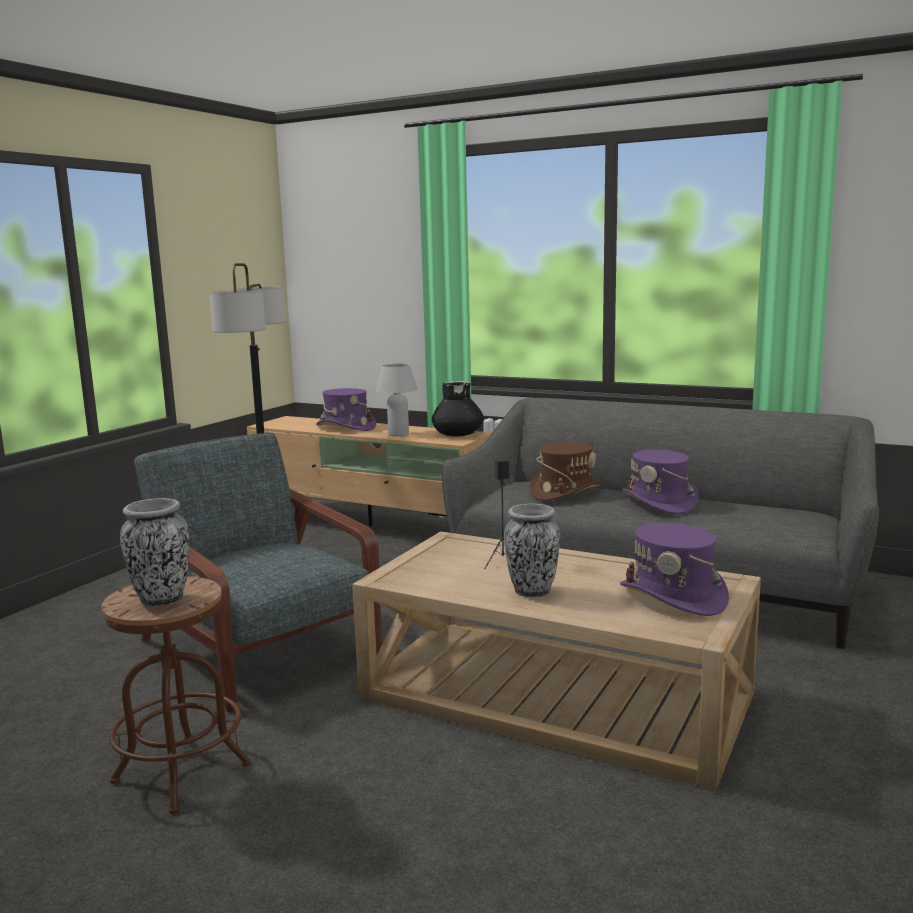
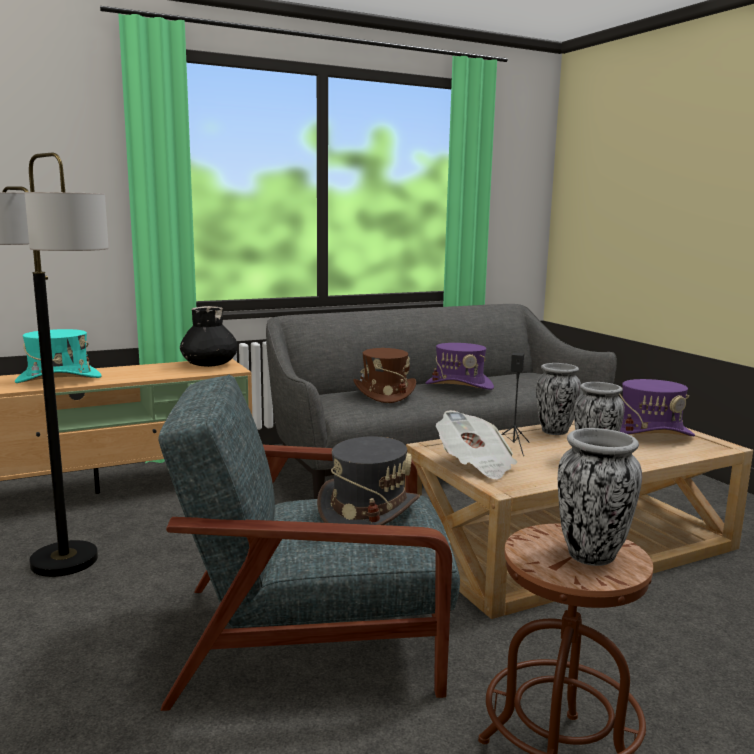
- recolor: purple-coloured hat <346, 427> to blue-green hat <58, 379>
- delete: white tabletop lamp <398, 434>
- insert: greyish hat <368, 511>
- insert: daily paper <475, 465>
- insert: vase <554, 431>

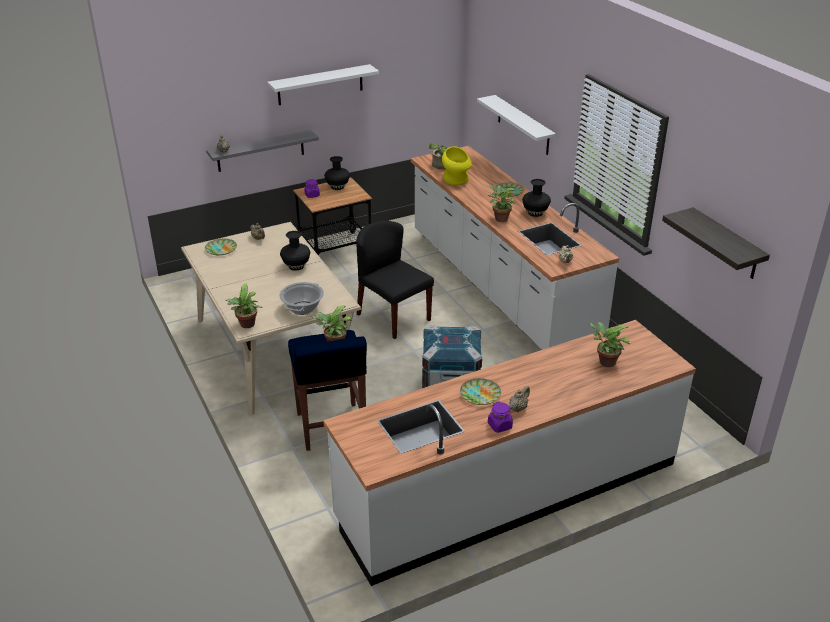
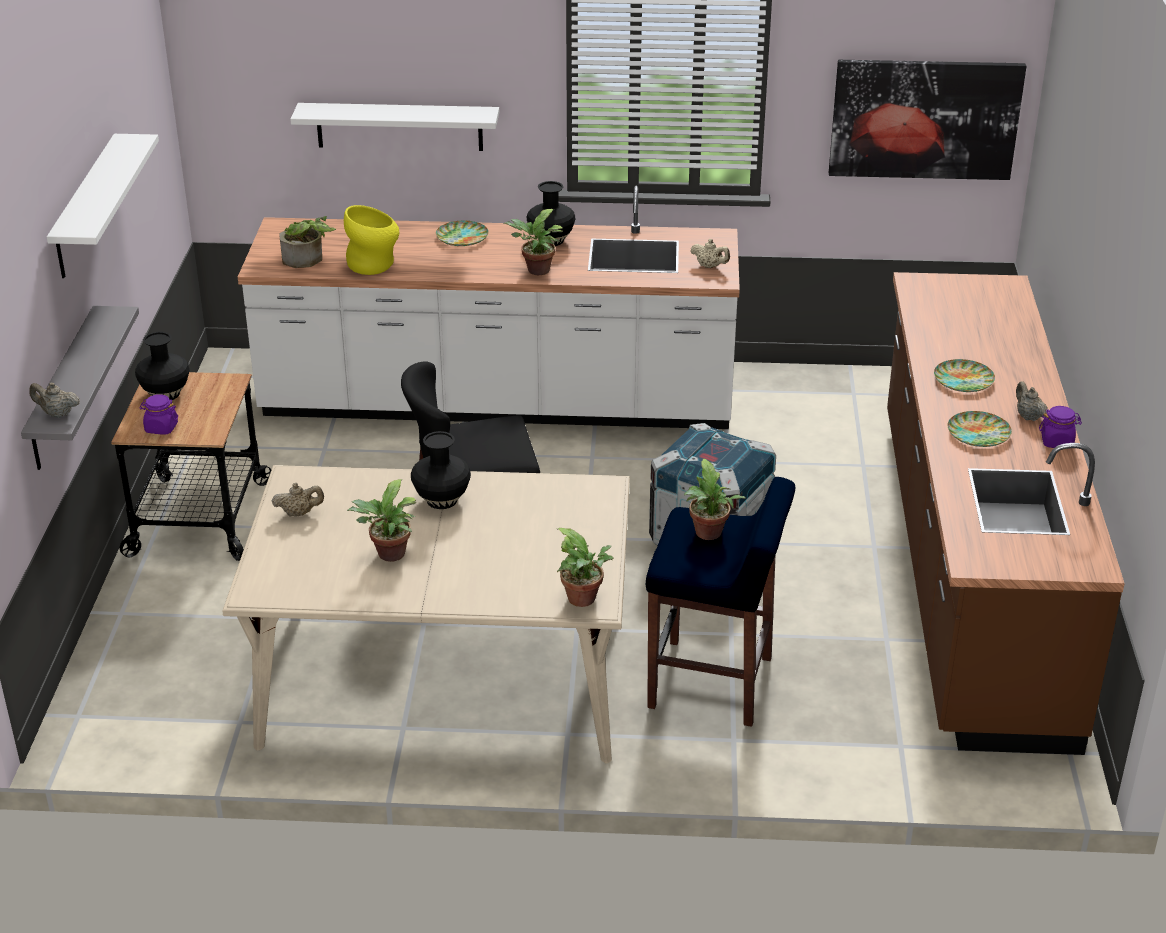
- move: flat dish <221, 249> to <963, 380>
- delete: stockpot <302, 308>
- recolor: white kitchen base unit <508, 491> to brownish kitchen base unit <969, 570>
- move: potted plant <605, 362> to <389, 555>
- replace: bracket shelf <726, 244> to picture <924, 119>

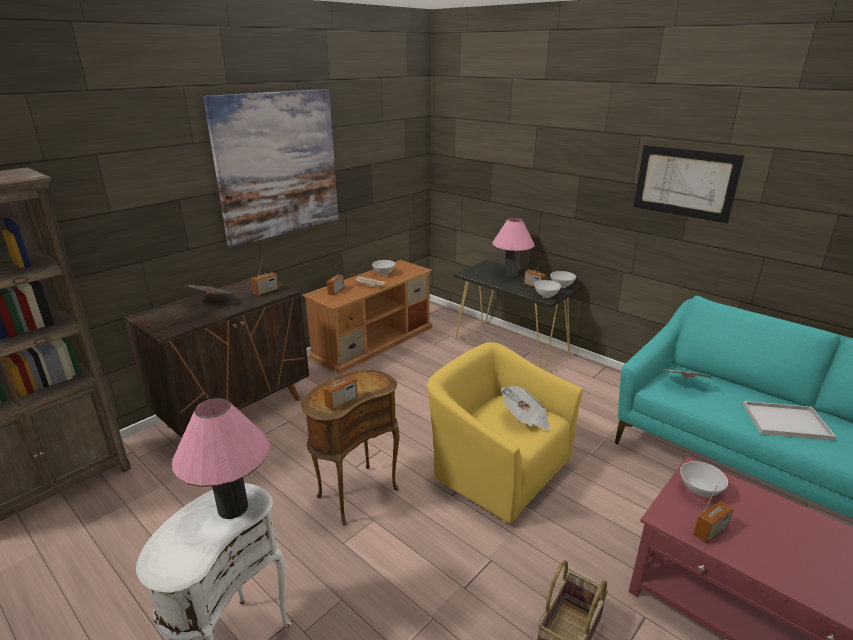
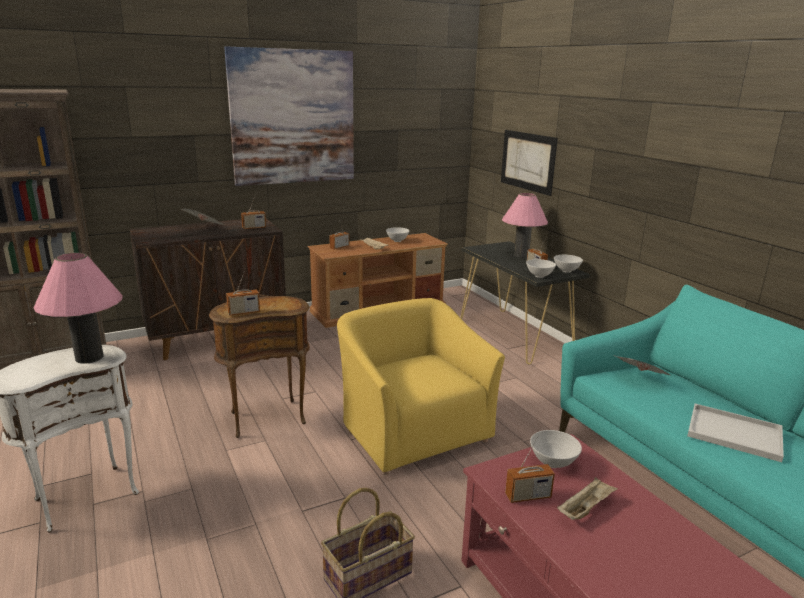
- delete: daily paper <525, 419>
- move: picture <685, 183> to <527, 161>
- insert: beige tray <585, 508>

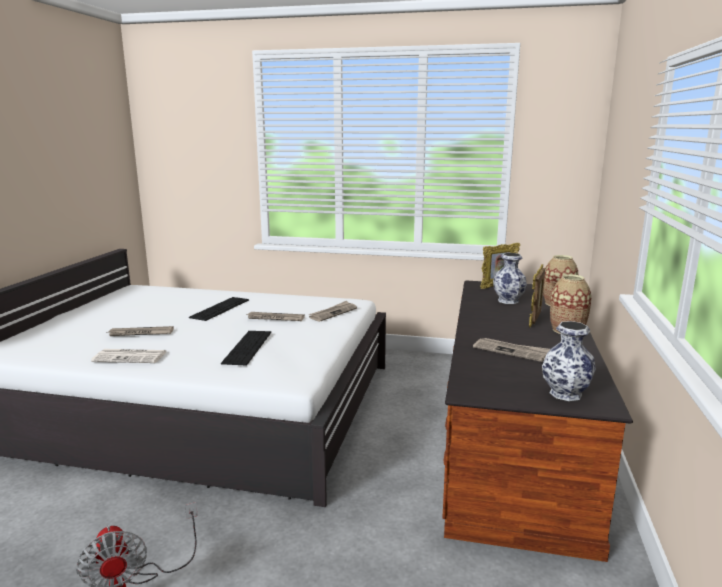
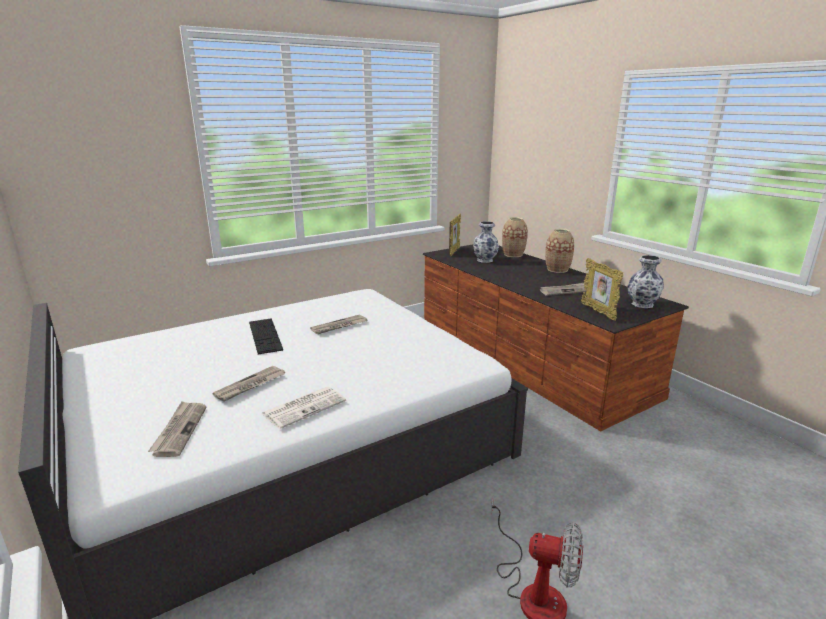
- delete: computer keyboard <247, 347>
- move: daily paper <333, 313> to <179, 430>
- move: photo frame <535, 320> to <598, 312>

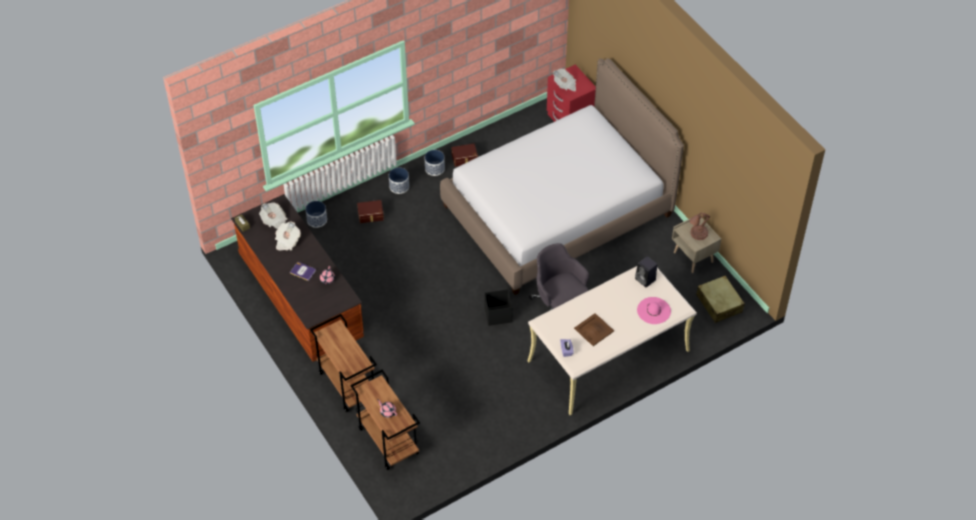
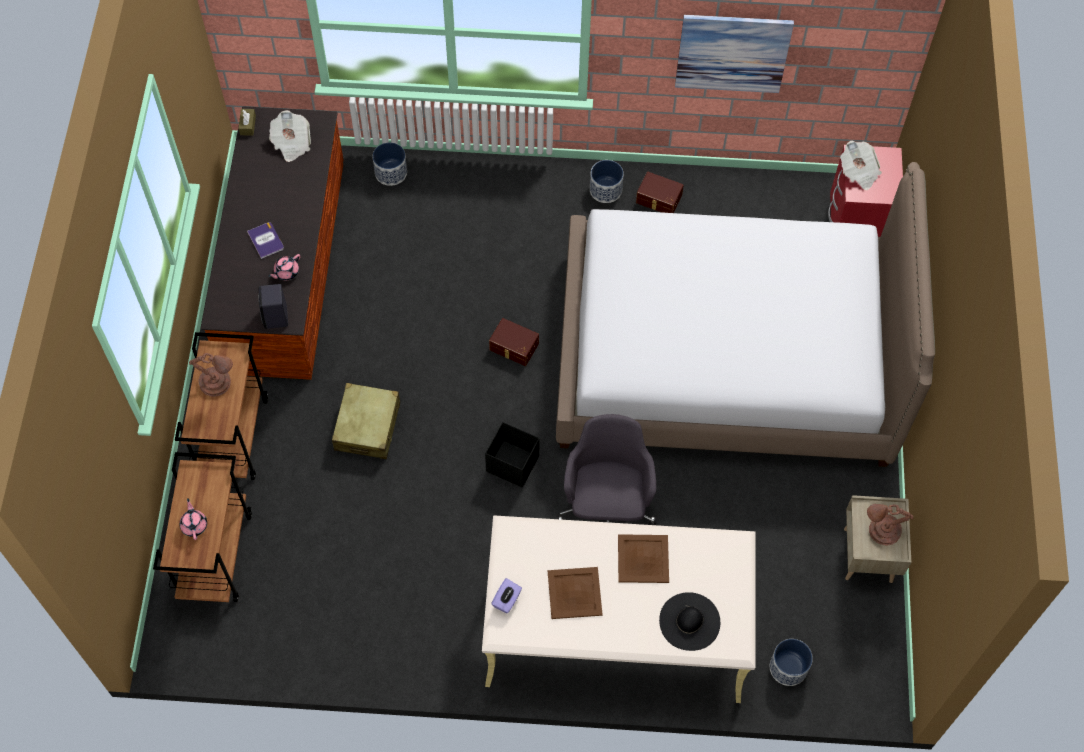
- delete: daily paper <287, 241>
- move: brownish storage container <371, 215> to <513, 347>
- move: flower pot <399, 186> to <788, 668>
- move: blackish loudspeaker <646, 280> to <276, 318>
- recolor: pink-coloured hat <654, 310> to blackish hat <689, 621>
- move: beige travel case <719, 303> to <367, 426>
- insert: brownish tabletop lamp <218, 383>
- insert: brownish tray <643, 558>
- insert: picture <732, 52>

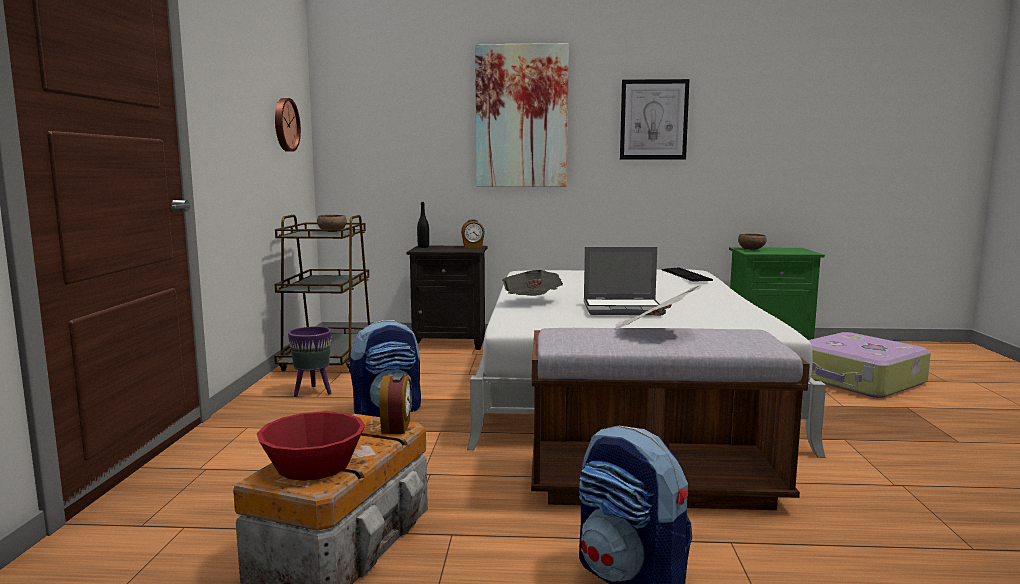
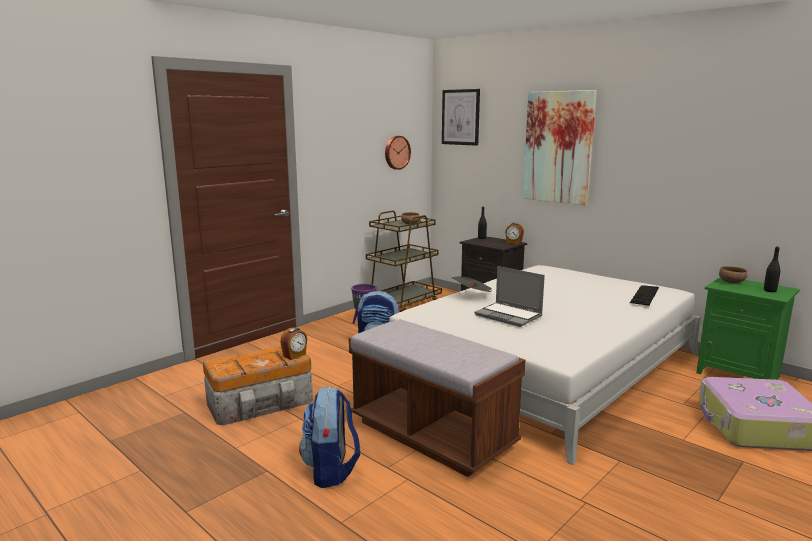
- delete: red-coloured bowl <313, 465>
- delete: daily paper <652, 332>
- move: picture <653, 120> to <460, 117>
- insert: blackish bottle <770, 290>

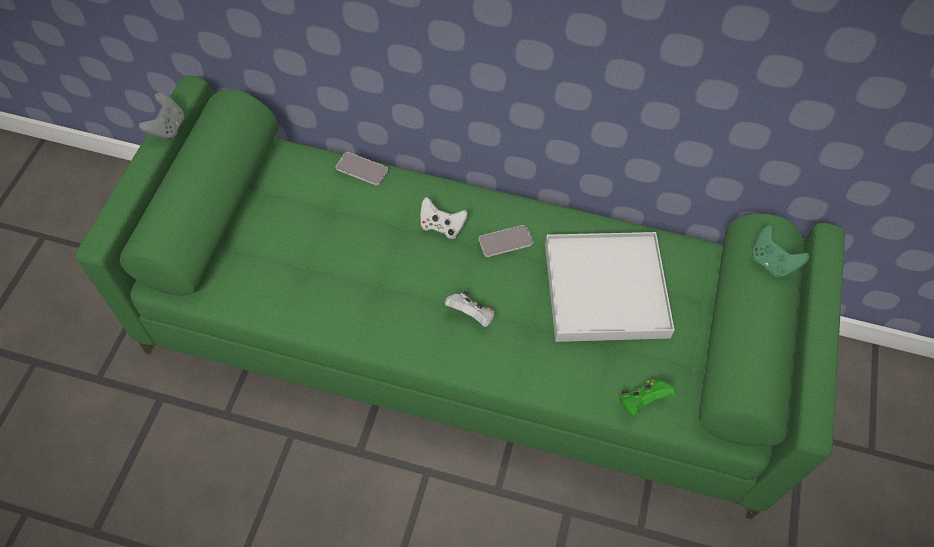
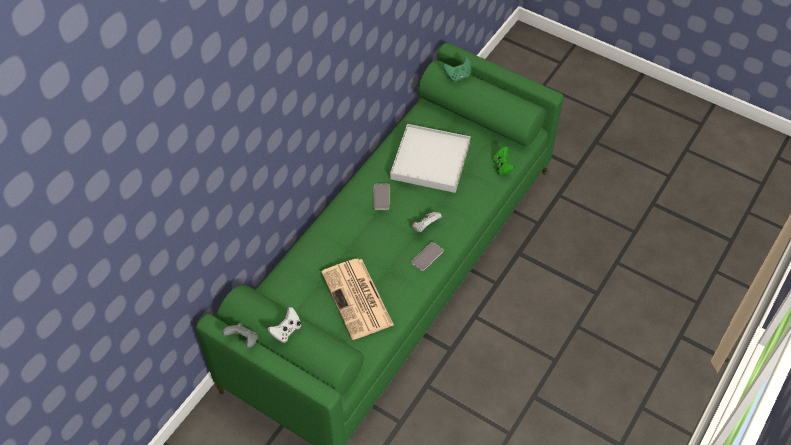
- move: phone <362, 169> to <427, 257>
- move: white game controller <442, 226> to <286, 330>
- insert: daily paper <358, 299>

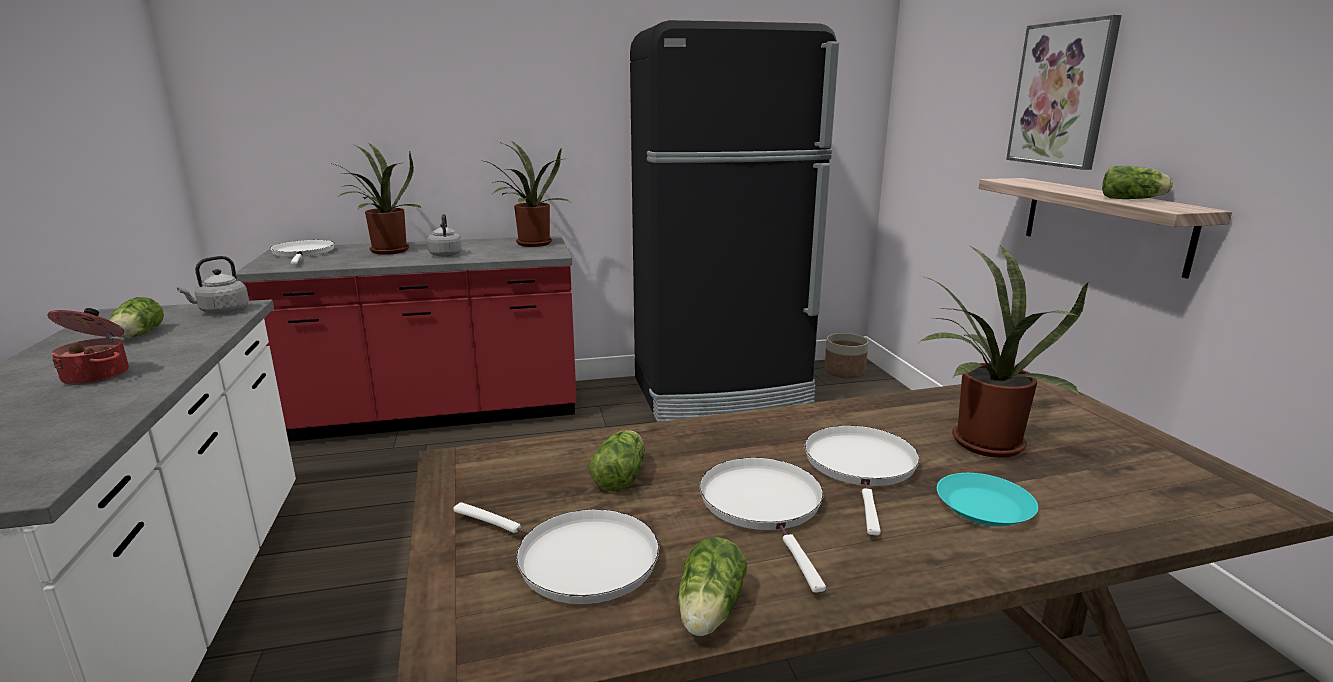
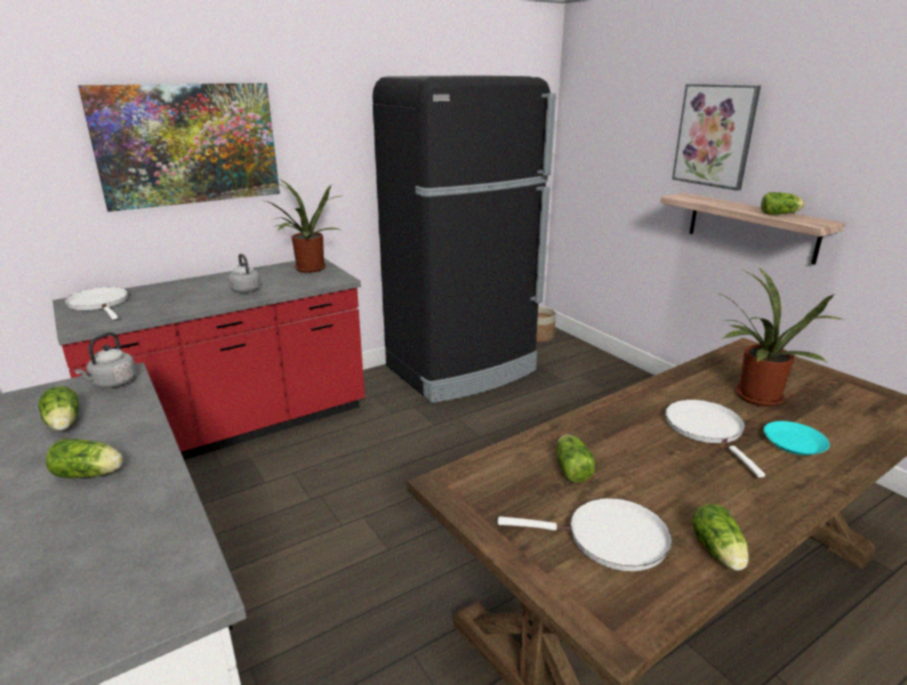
- replace: stockpot <98, 375> to head of lettuce <91, 474>
- delete: potted plant <385, 252>
- delete: white skillet <764, 506>
- insert: picture <188, 144>

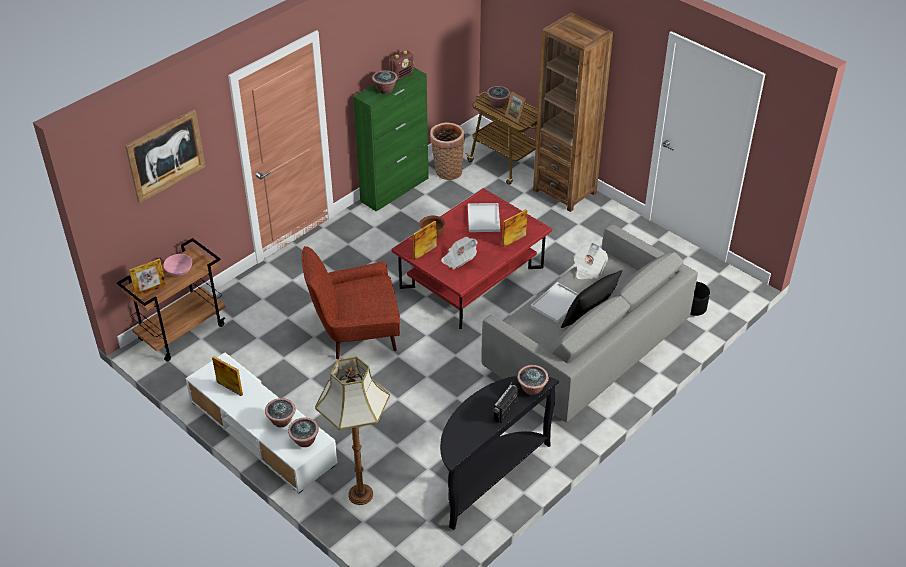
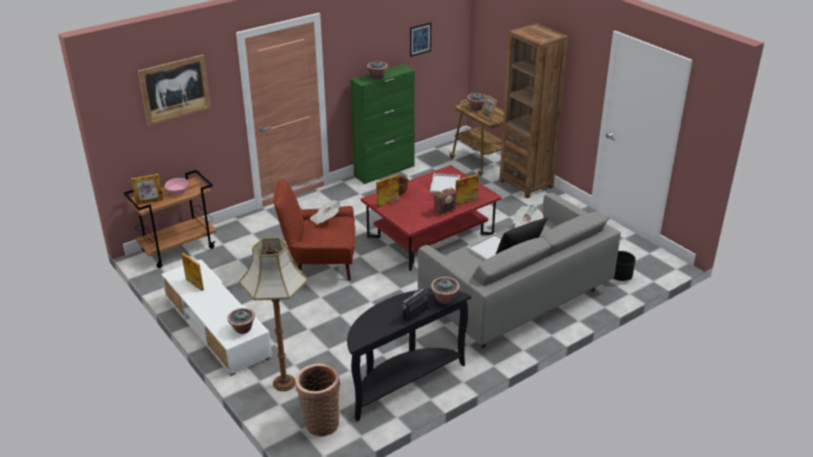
- delete: potted plant <282, 421>
- move: radio <402, 75> to <445, 210>
- move: basket <447, 171> to <320, 422>
- move: daily paper <459, 260> to <325, 219>
- insert: picture <420, 39>

